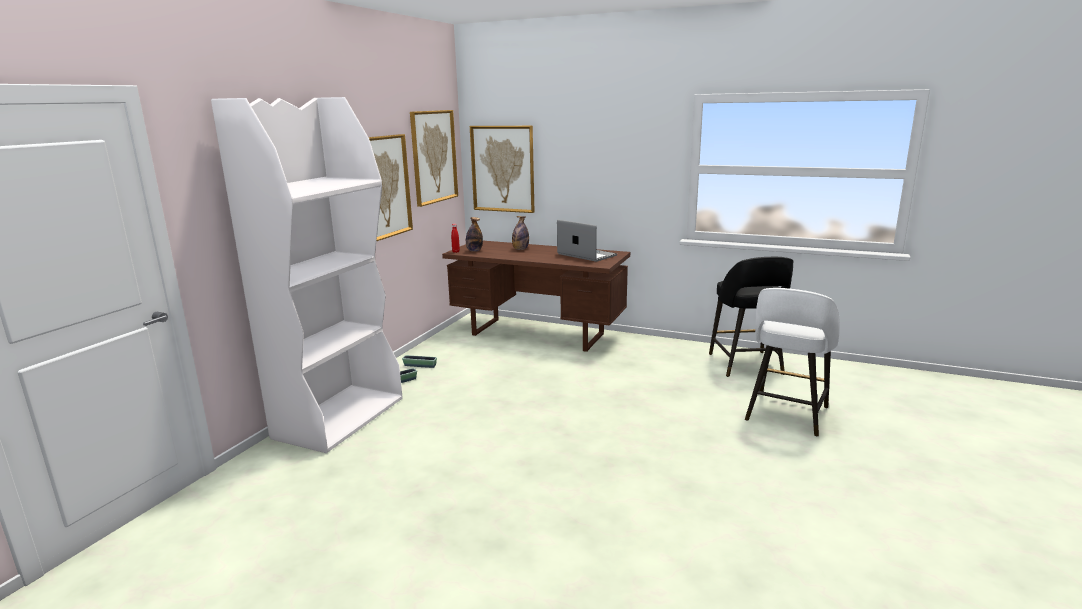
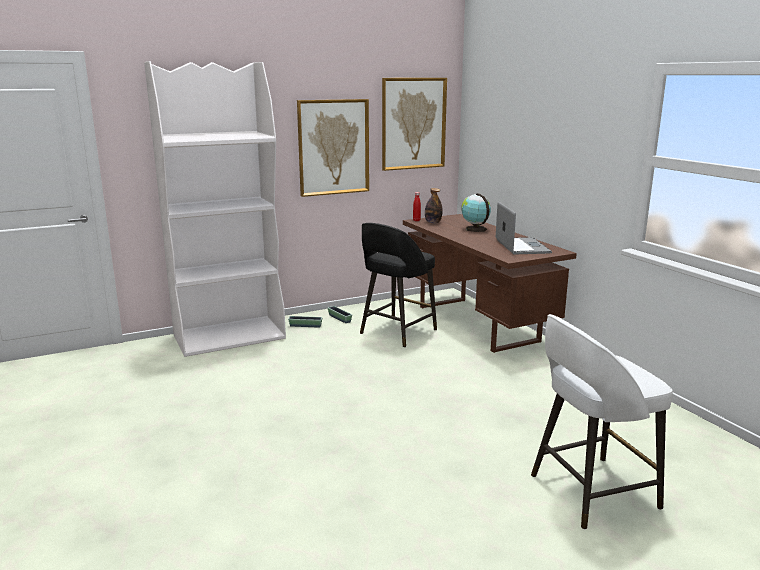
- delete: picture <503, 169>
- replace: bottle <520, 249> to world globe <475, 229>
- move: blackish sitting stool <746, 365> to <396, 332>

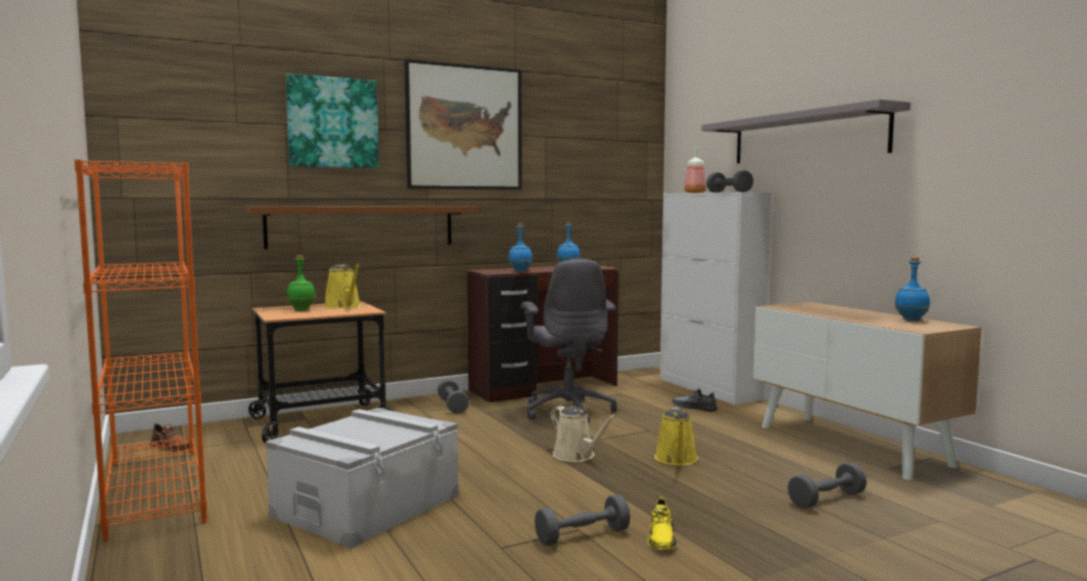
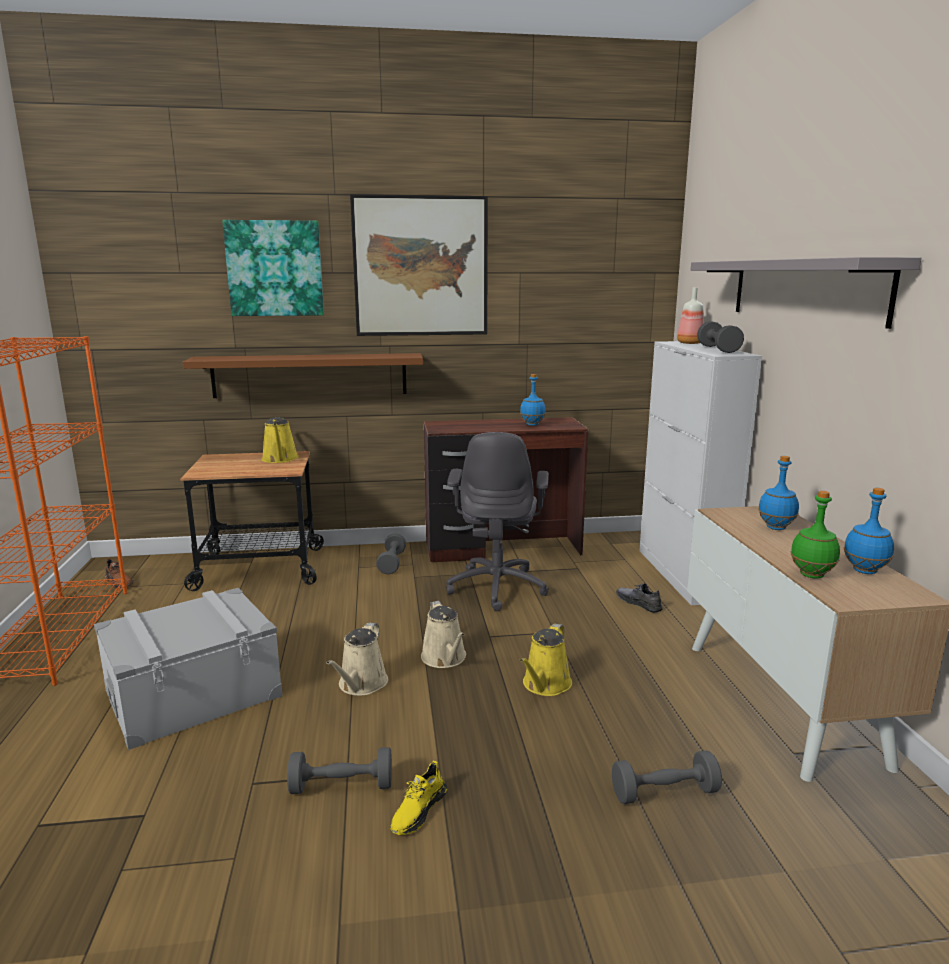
- move: greenish bottle <301, 310> to <812, 575>
- move: blue bottle <520, 271> to <775, 527>
- insert: beige sprinkling can <361, 685>

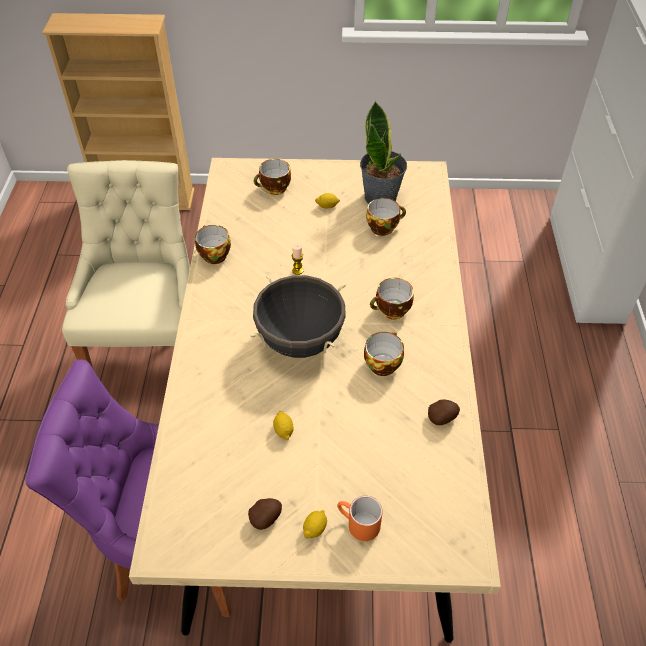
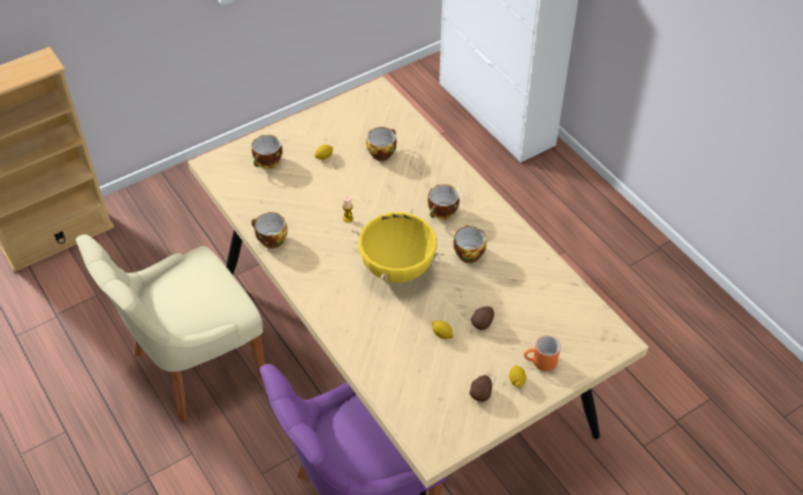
- rotate: beige chair <152, 348> = <194, 367> 90 degrees counterclockwise
- recolor: blackish stockpot <300, 340> to yellowish stockpot <397, 268>
- delete: potted plant <381, 196>
- move: whole potato <442, 418> to <483, 323>

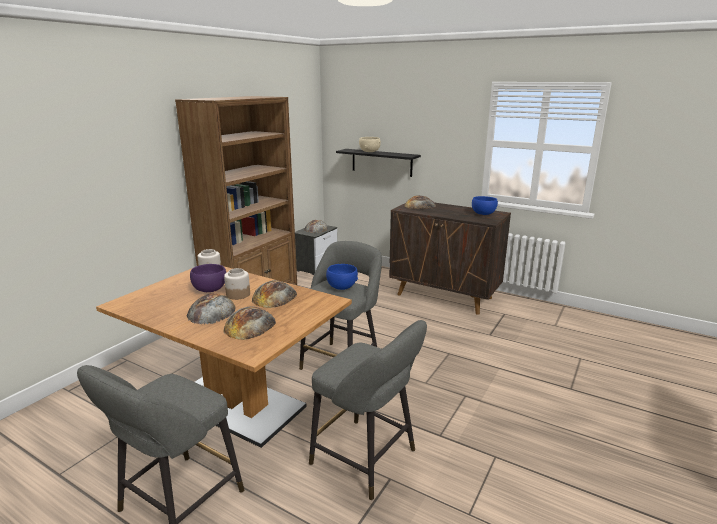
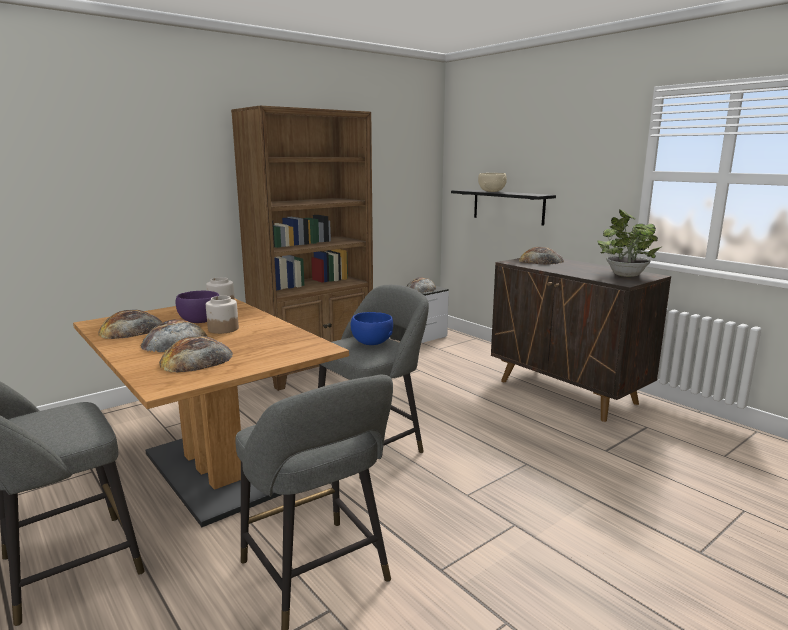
- move: baked bread <274, 296> to <131, 329>
- replace: blue bowl <483, 214> to potted plant <624, 274>

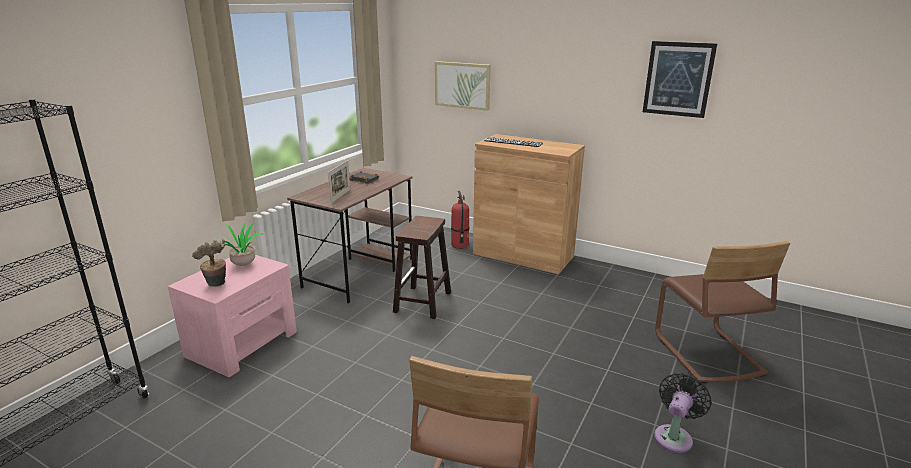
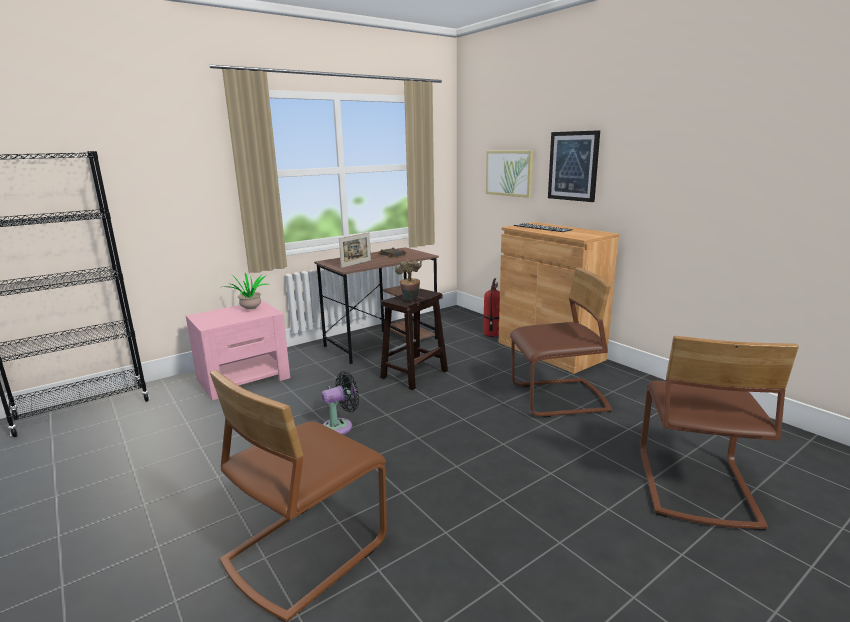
- move: potted plant <216, 285> to <410, 300>
- move: picture <678, 79> to <573, 166>
- move: blackish electric fan <674, 436> to <340, 426>
- insert: brownish chair <559, 399>

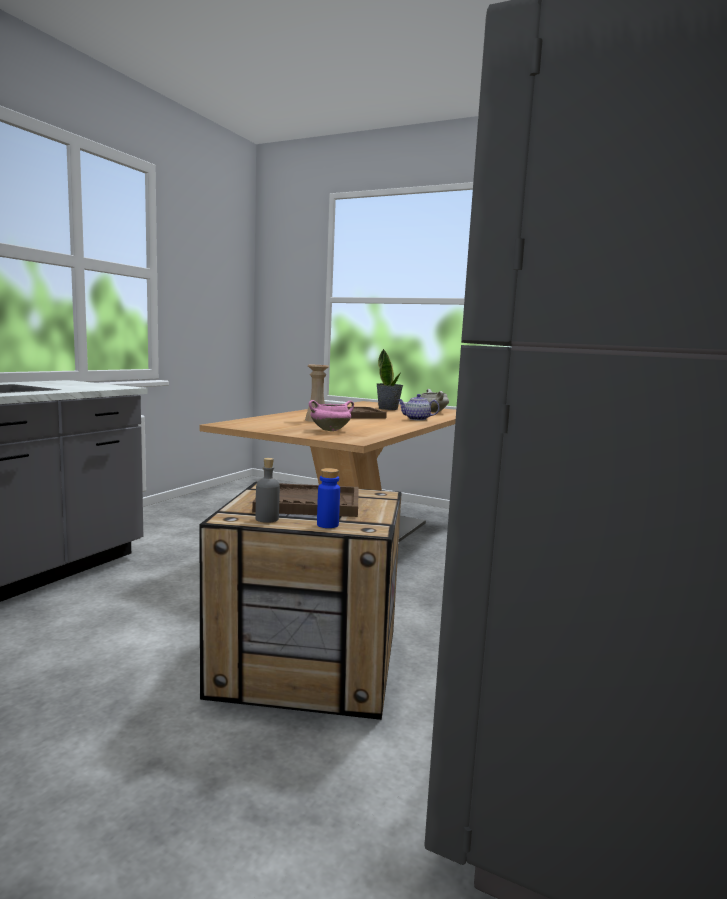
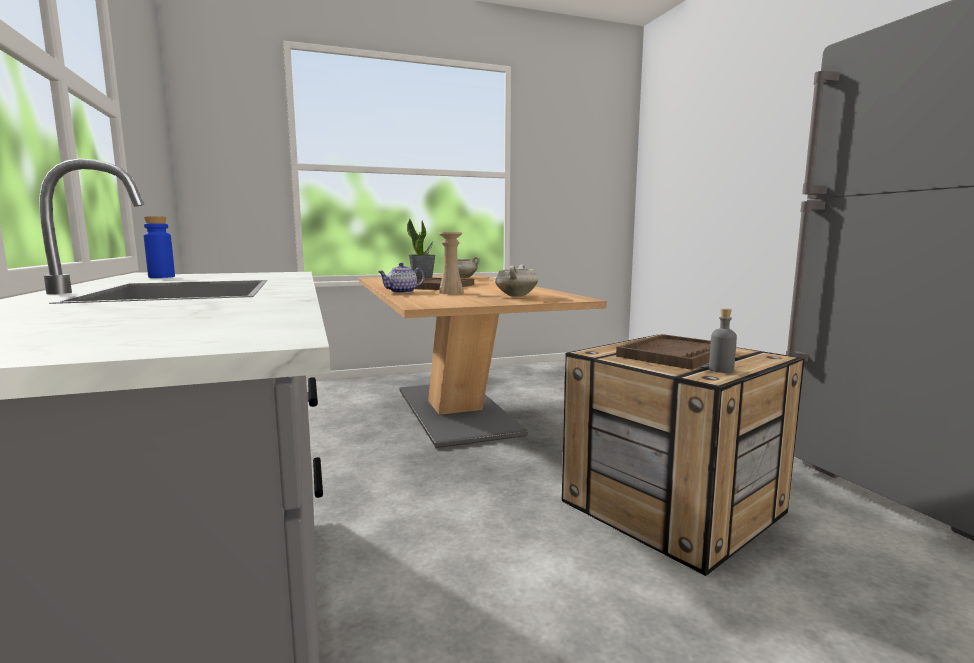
- recolor: pink-coloured stockpot <330, 430> to white stockpot <516, 296>
- move: blue bottle <327, 525> to <161, 277>
- move: tea pot <416, 419> to <401, 292>

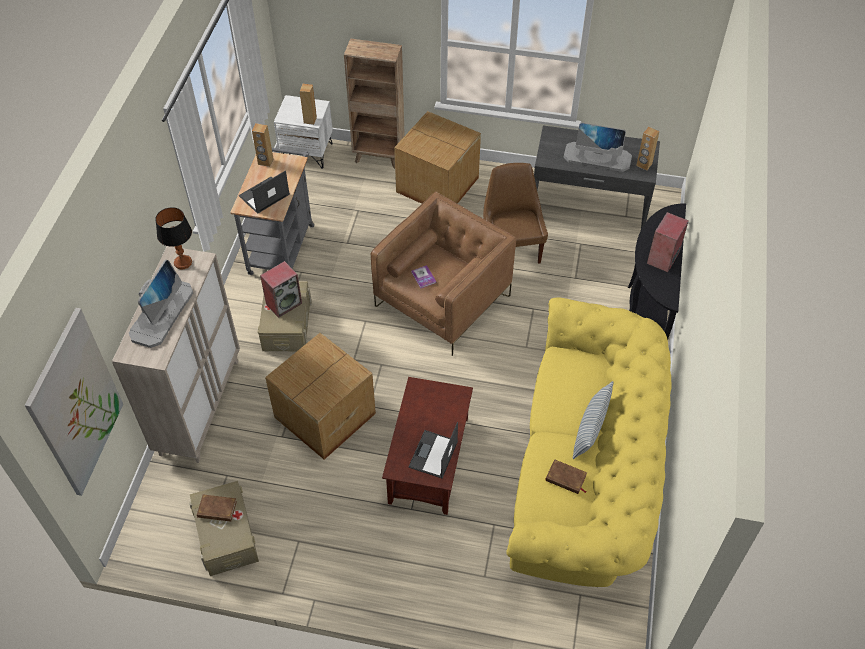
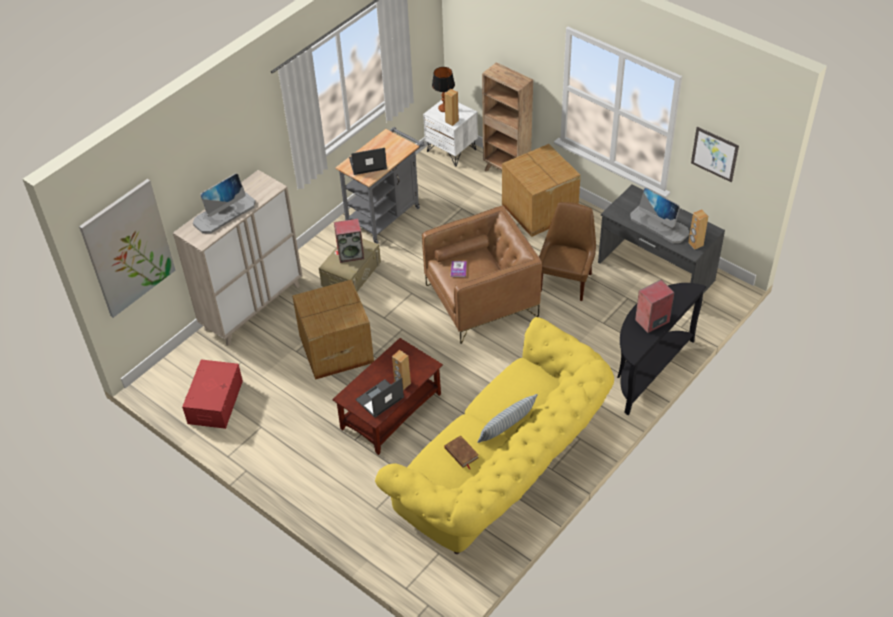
- move: tabletop lamp <182, 263> to <444, 108>
- recolor: beige storage container <227, 535> to red-coloured storage container <215, 402>
- delete: brownish bound book <217, 509>
- move: brownish loudspeaker <265, 162> to <402, 384>
- insert: picture <714, 154>

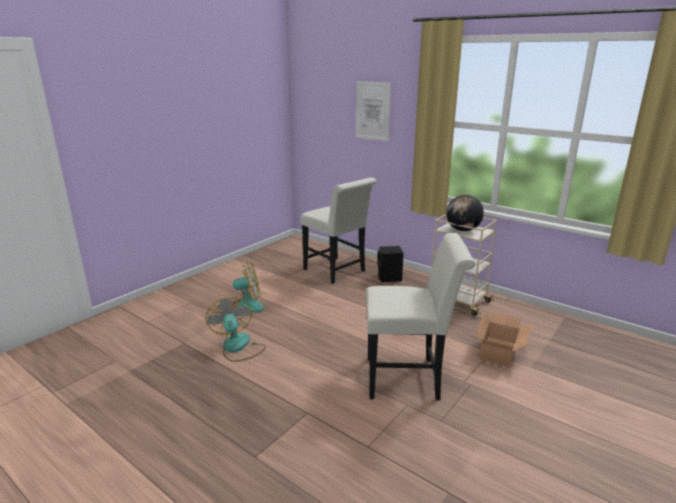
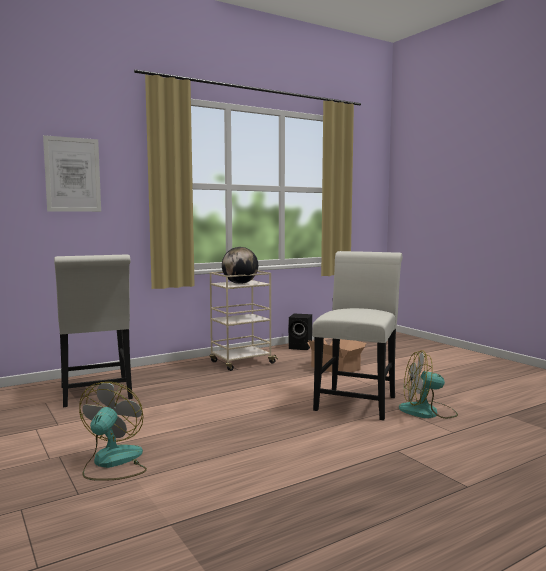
- move: electric fan <238, 347> to <427, 412>
- rotate: white chair <337, 272> = <96, 395> 90 degrees clockwise
- move: blackish loudspeaker <389, 278> to <301, 347>

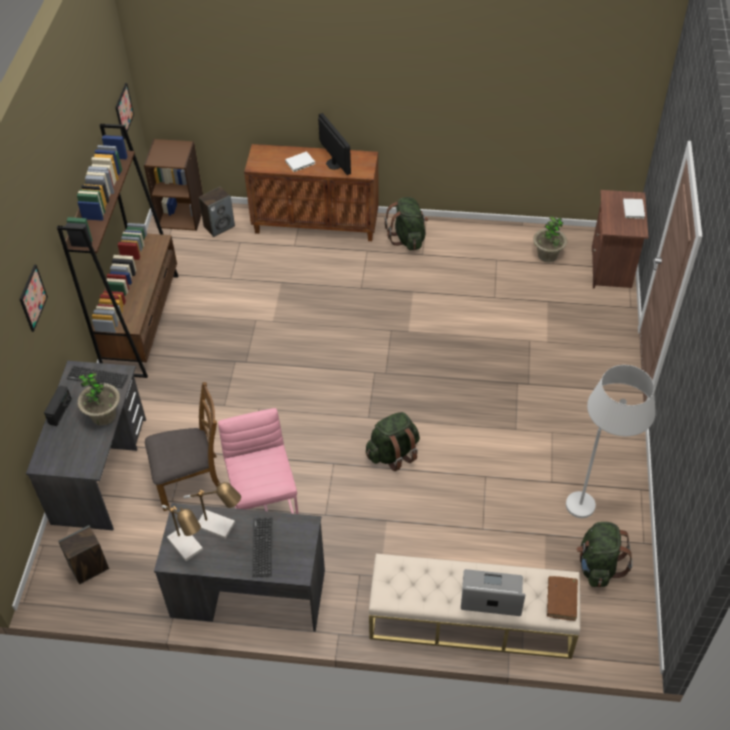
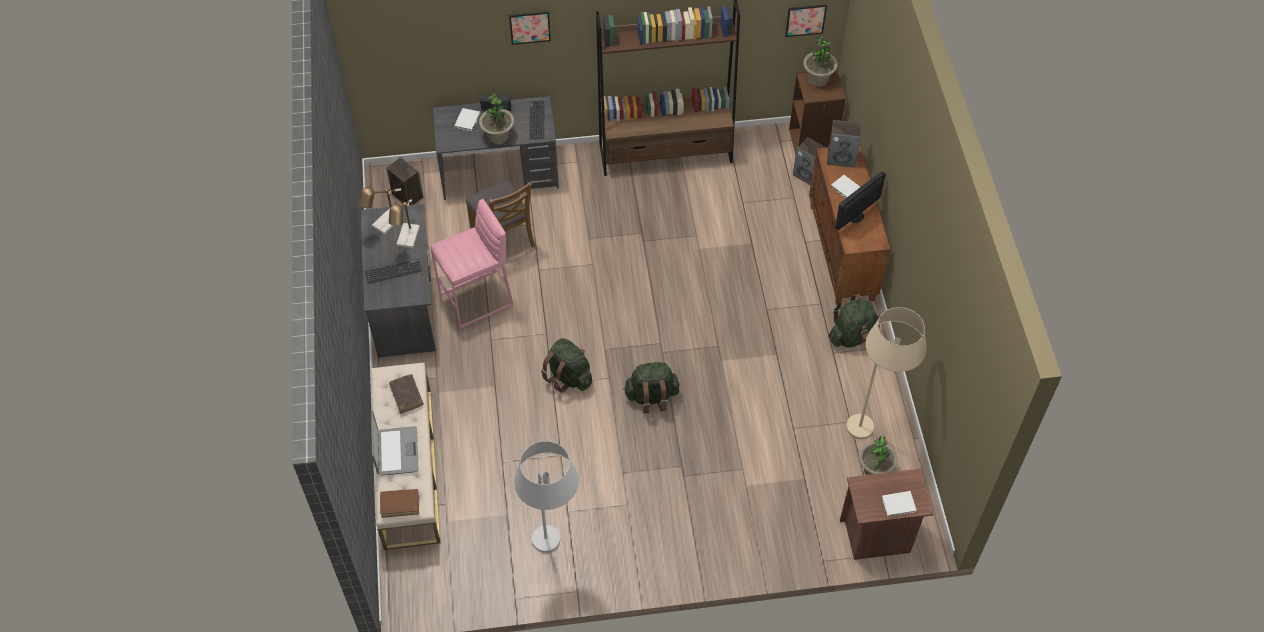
- move: greenish rucksack <598, 566> to <651, 397>
- insert: brownish bound book <406, 396>
- insert: white bound book <468, 120>
- insert: potted plant <818, 79>
- insert: loudspeaker <841, 158>
- insert: beige standing lamp <874, 424>

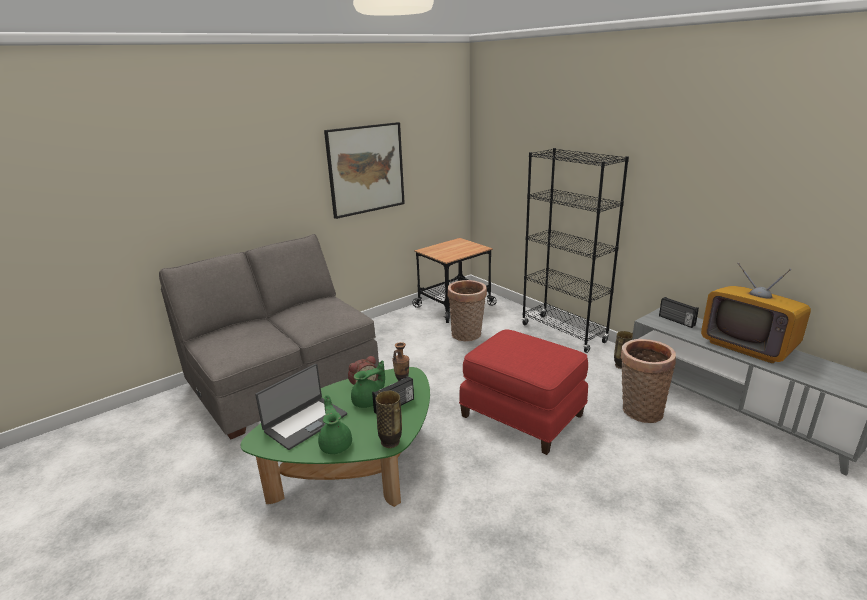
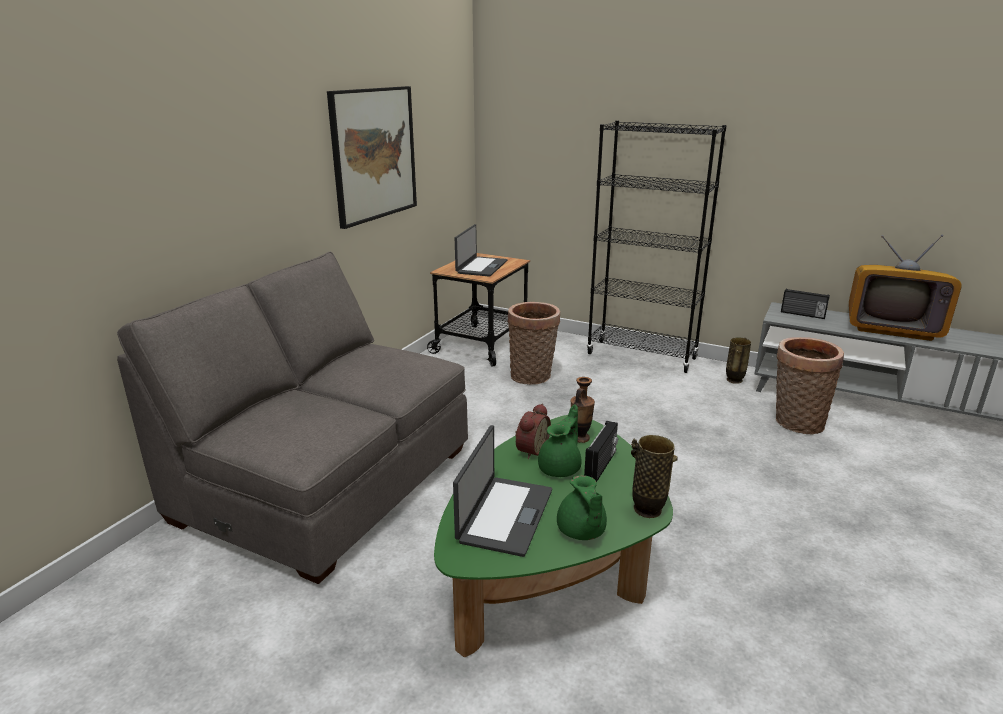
- rotate: greenish tea pot <336, 444> = <581, 531> 150 degrees counterclockwise
- delete: red-coloured ottoman <523, 415>
- insert: laptop <481, 267>

